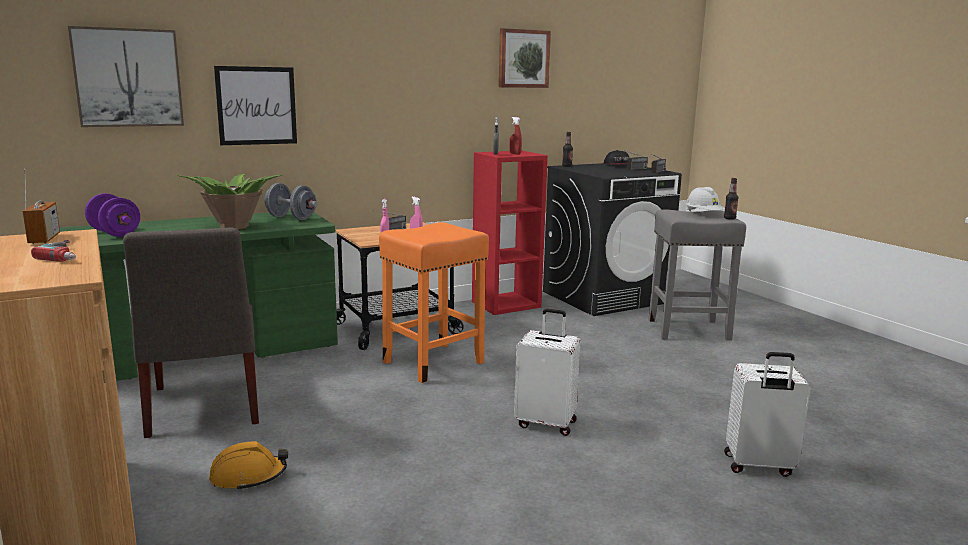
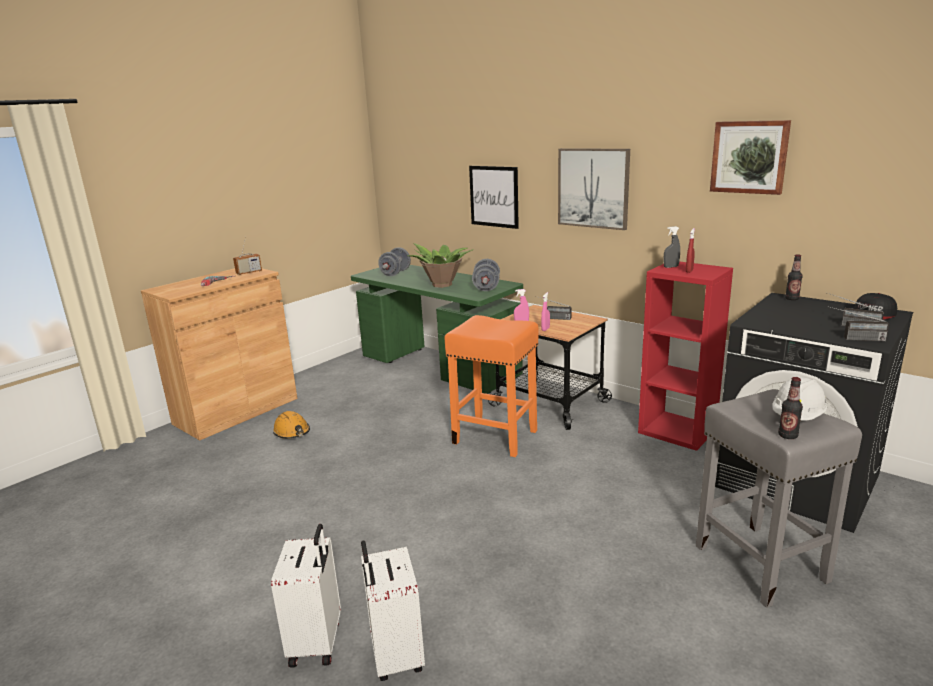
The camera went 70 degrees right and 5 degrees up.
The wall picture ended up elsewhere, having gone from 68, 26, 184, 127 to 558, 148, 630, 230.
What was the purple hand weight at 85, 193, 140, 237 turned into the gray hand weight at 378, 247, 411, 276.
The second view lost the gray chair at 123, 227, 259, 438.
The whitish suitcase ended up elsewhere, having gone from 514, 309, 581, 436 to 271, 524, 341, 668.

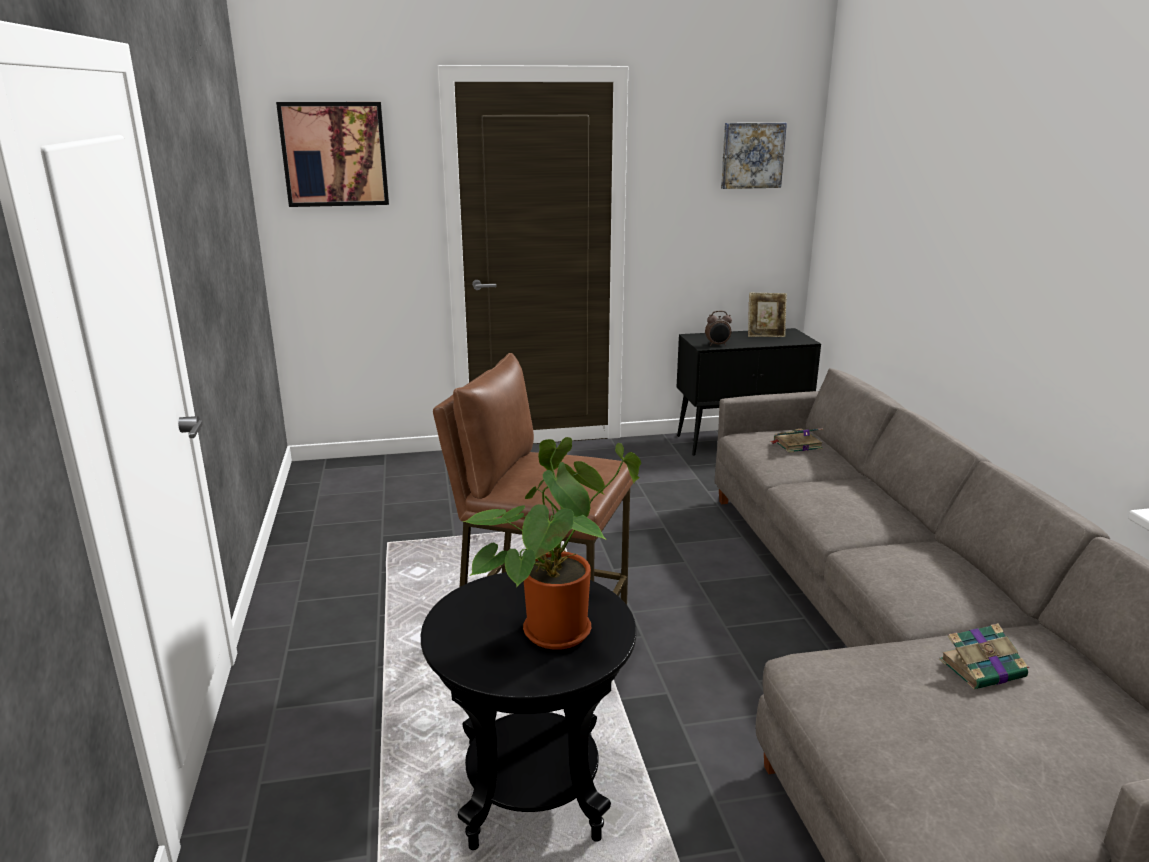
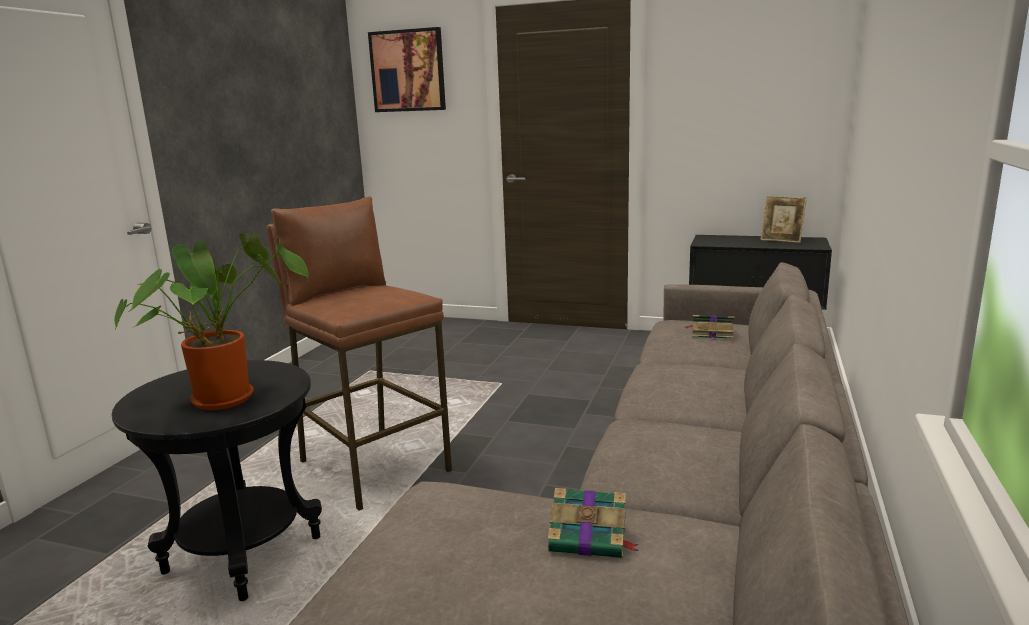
The camera went 30 degrees right and 5 degrees down.
The second view lost the bedside clock at 705, 311, 732, 346.
The second view lost the wall picture at 721, 123, 787, 189.

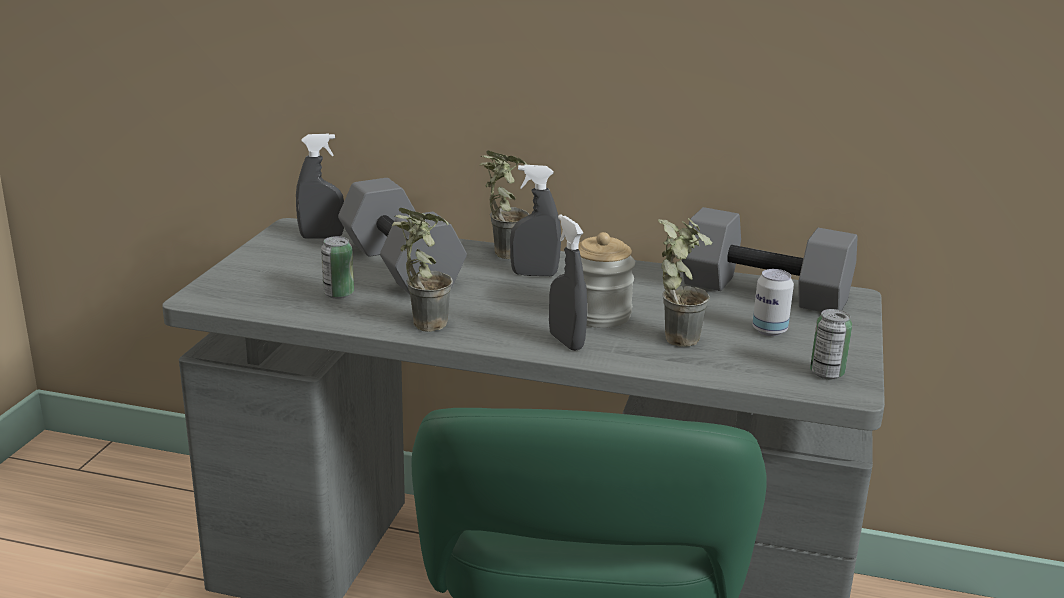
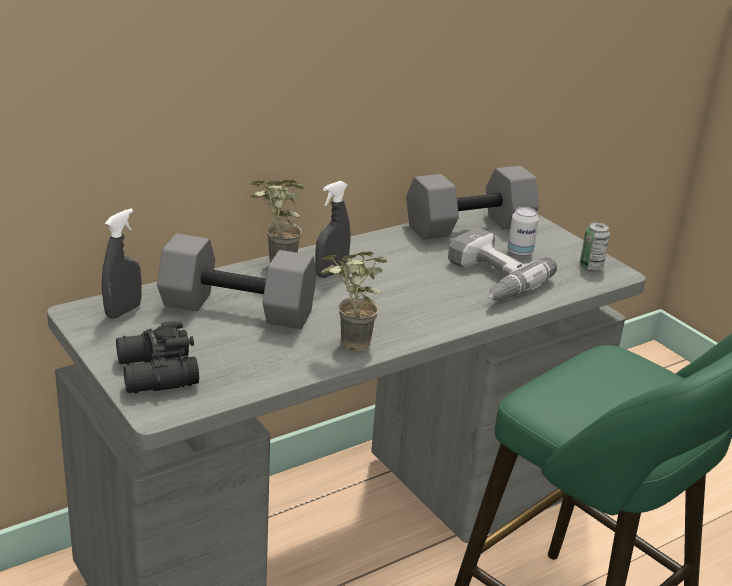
The camera went 50 degrees left and 5 degrees up.
The second view lost the can at 321, 236, 354, 299.
The second view lost the gray hand sprayer at 549, 215, 587, 351.
The second view lost the preserve jar at 578, 232, 635, 328.
Where the houseplant stood at 658, 217, 713, 347, the drill came to stand at 448, 228, 557, 301.
The second view gained the black-coloured pair of binoculars at 116, 321, 199, 393.

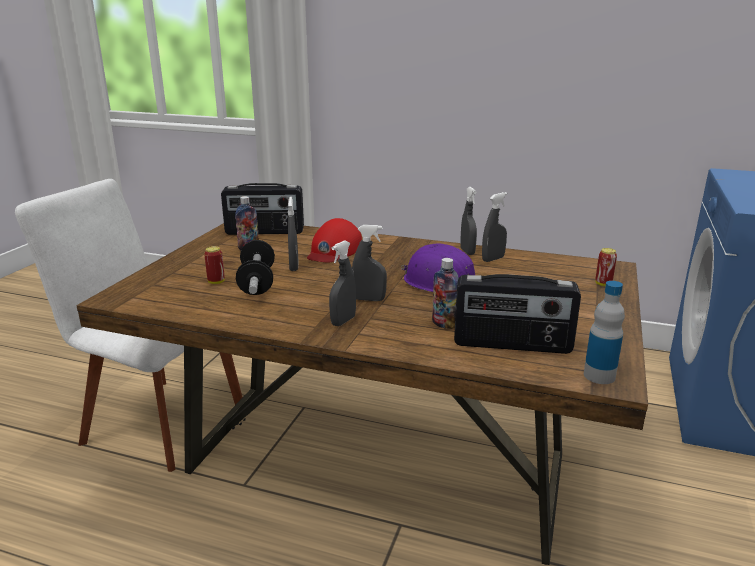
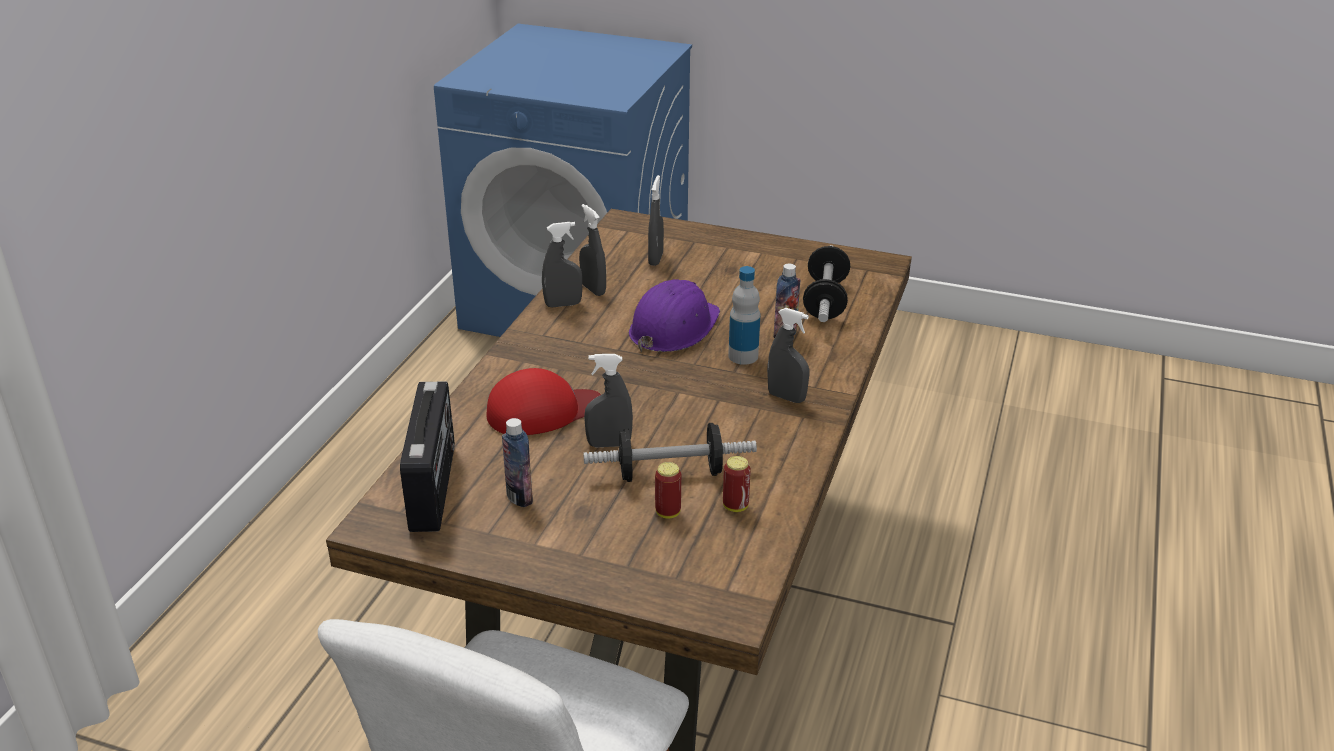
The camera went 90 degrees left and 10 degrees up.
The red peaked cap at 307, 218, 362, 262 ended up facing another way, 45 degrees counterclockwise from before.
The gray hand sprayer ended up elsewhere, having gone from 352, 225, 387, 301 to 648, 175, 664, 266.
Where the radio receiver stood at 454, 274, 581, 354, the hand weight came to stand at 803, 245, 850, 322.
The drink bottle ended up elsewhere, having gone from 584, 281, 625, 384 to 728, 266, 760, 365.
The can ended up elsewhere, having gone from 595, 248, 617, 286 to 723, 456, 751, 512.

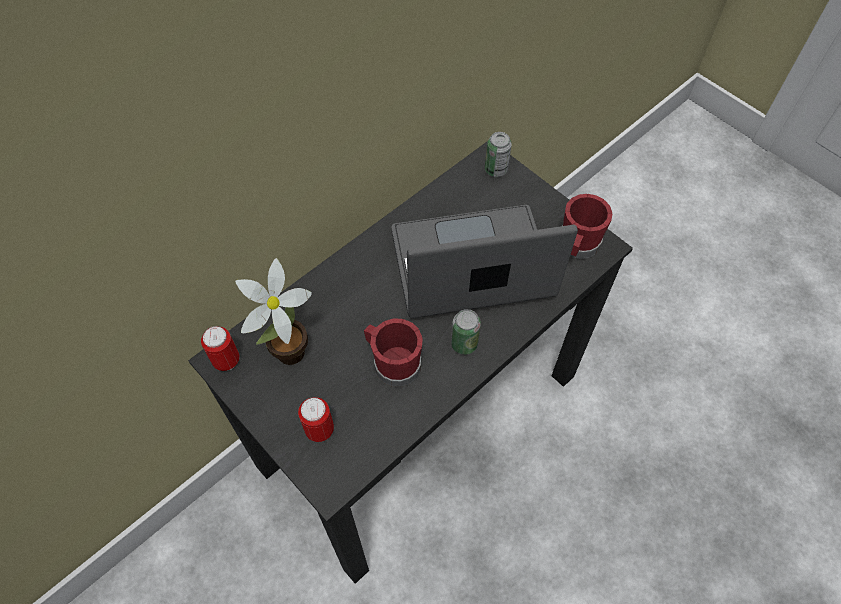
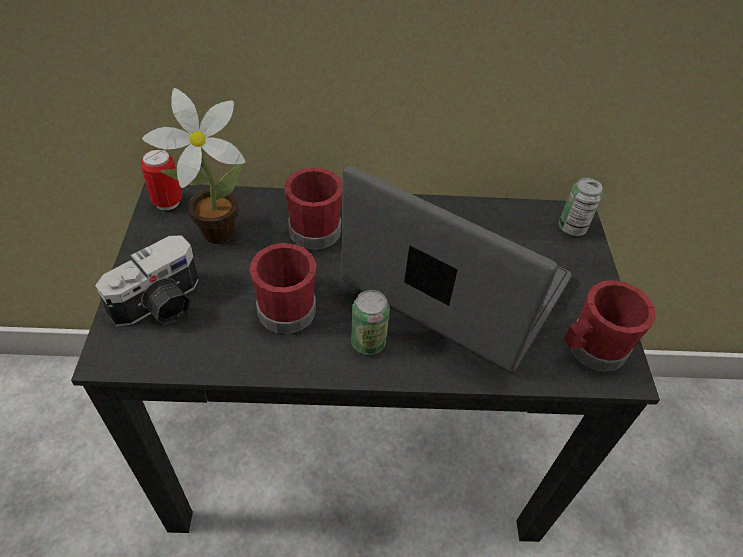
The camera went 40 degrees right and 10 degrees down.
Where the can stood at 298, 397, 334, 442, the photo camera came to stand at 95, 236, 199, 326.
The second view gained the red tea mug at 284, 168, 342, 250.

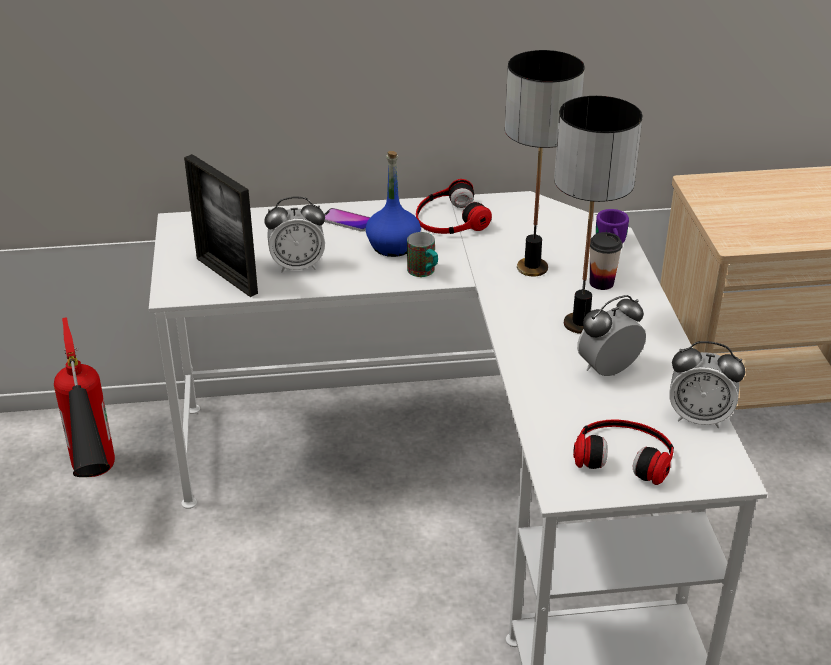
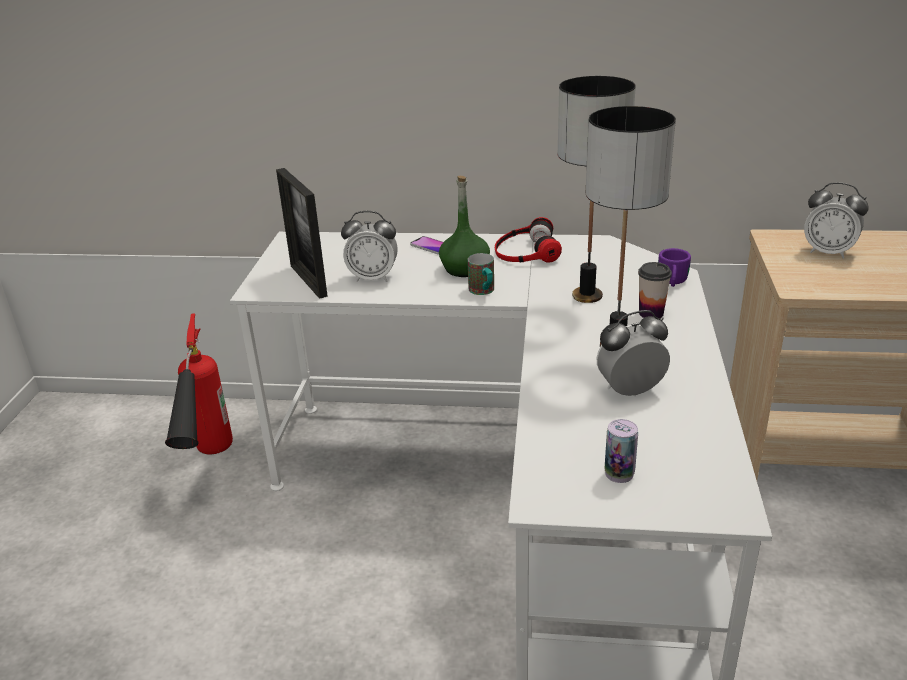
The camera went 15 degrees right and 5 degrees down.
What was the blue drink bottle at 365, 151, 421, 257 turned into the greenish drink bottle at 439, 176, 490, 277.
Where the headset stood at 573, 419, 674, 485, the can came to stand at 604, 419, 638, 483.
The bedside clock ended up elsewhere, having gone from 669, 341, 745, 428 to 804, 182, 869, 259.

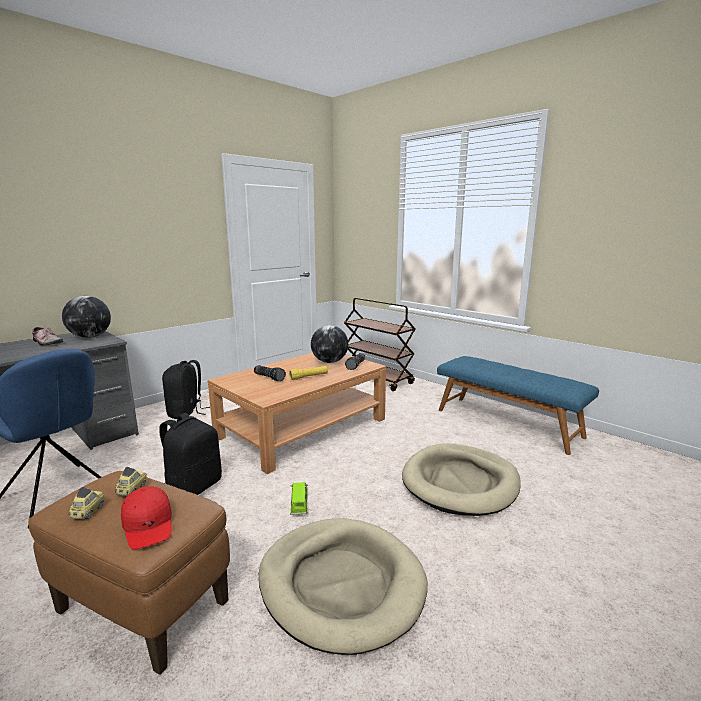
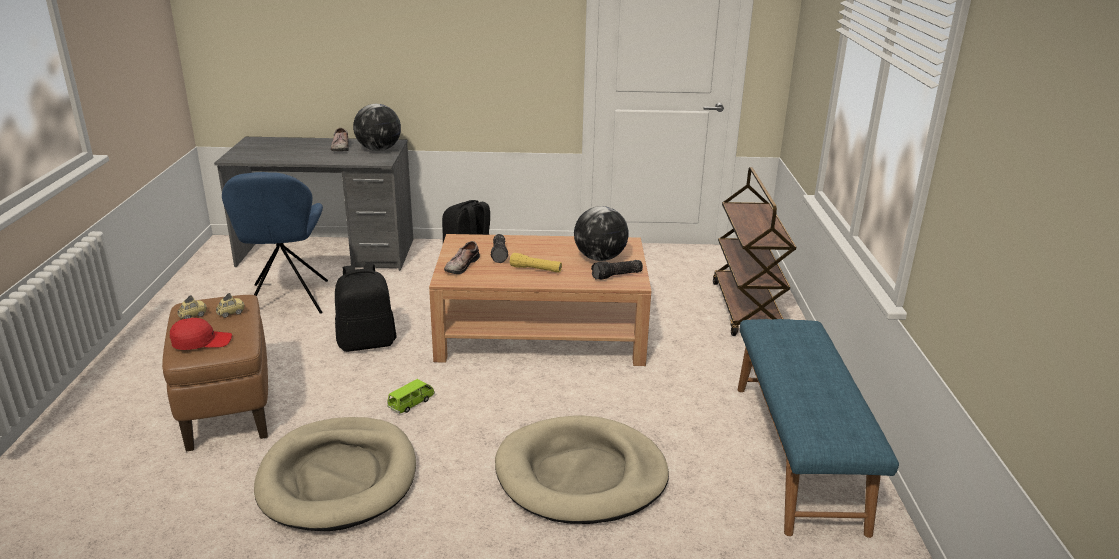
The camera went 45 degrees right and 10 degrees up.
The red peaked cap at 121, 486, 172, 550 ended up facing another way, 120 degrees counterclockwise from before.
The second view gained the shoe at 444, 241, 480, 274.

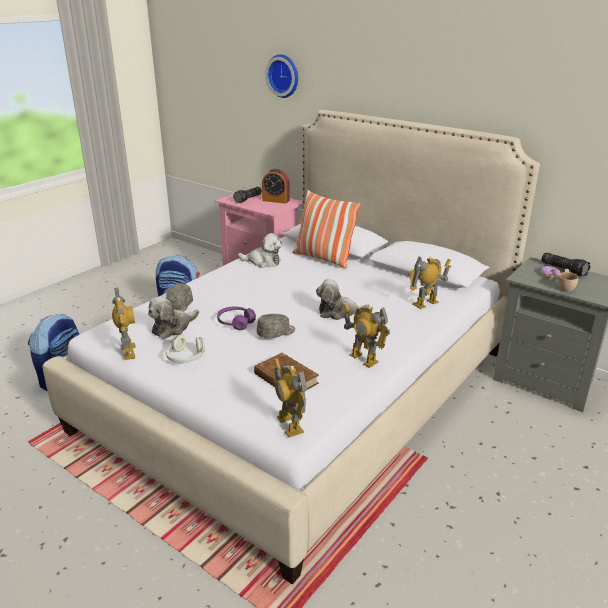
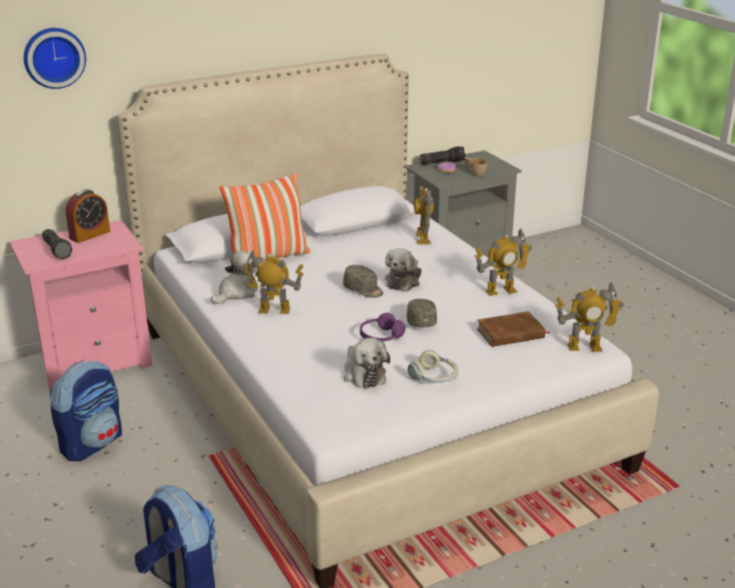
The camera went 65 degrees left and 0 degrees up.
The robot figure ended up elsewhere, having gone from 112, 287, 136, 360 to 241, 249, 304, 314.
The gray peaked cap ended up elsewhere, having gone from 166, 284, 193, 312 to 343, 265, 384, 298.

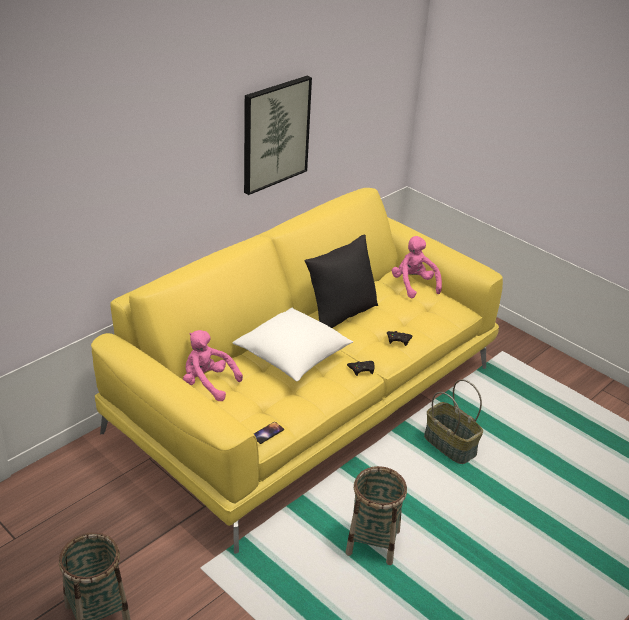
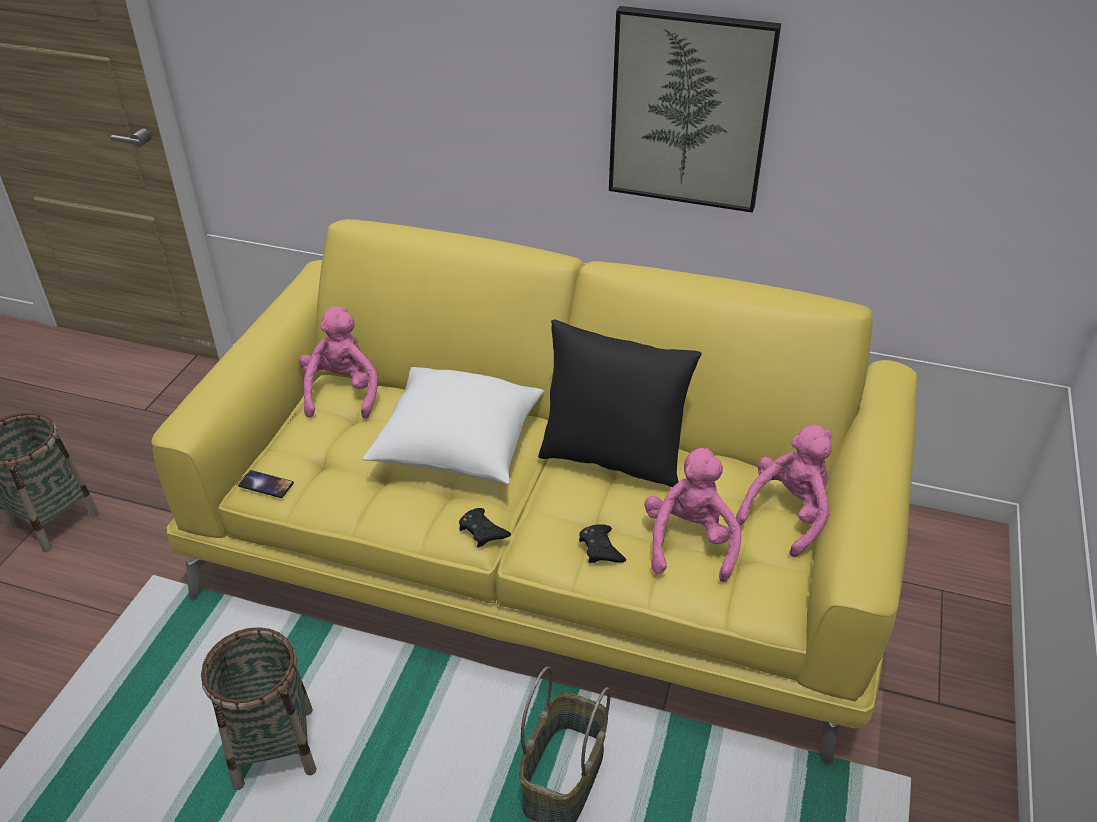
The camera went 65 degrees right and 5 degrees up.
The second view gained the pink plush toy at 644, 448, 741, 582.

